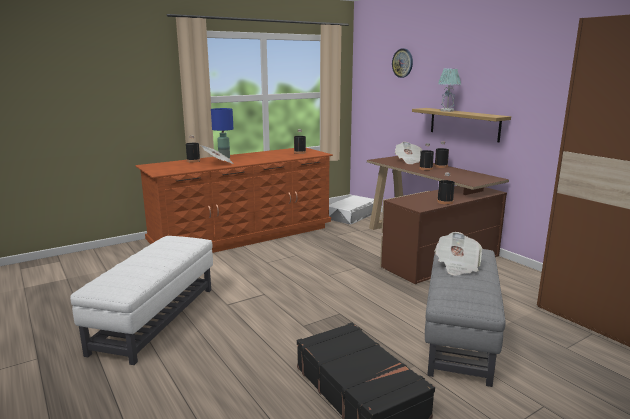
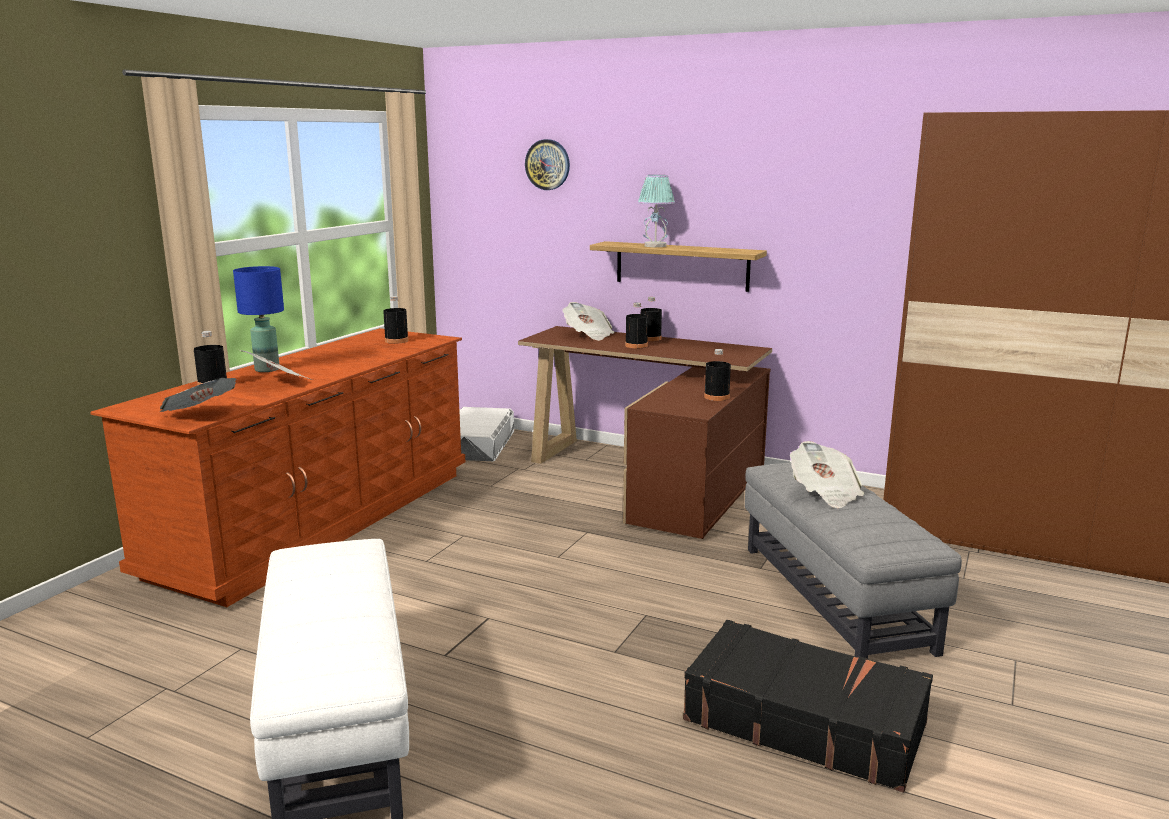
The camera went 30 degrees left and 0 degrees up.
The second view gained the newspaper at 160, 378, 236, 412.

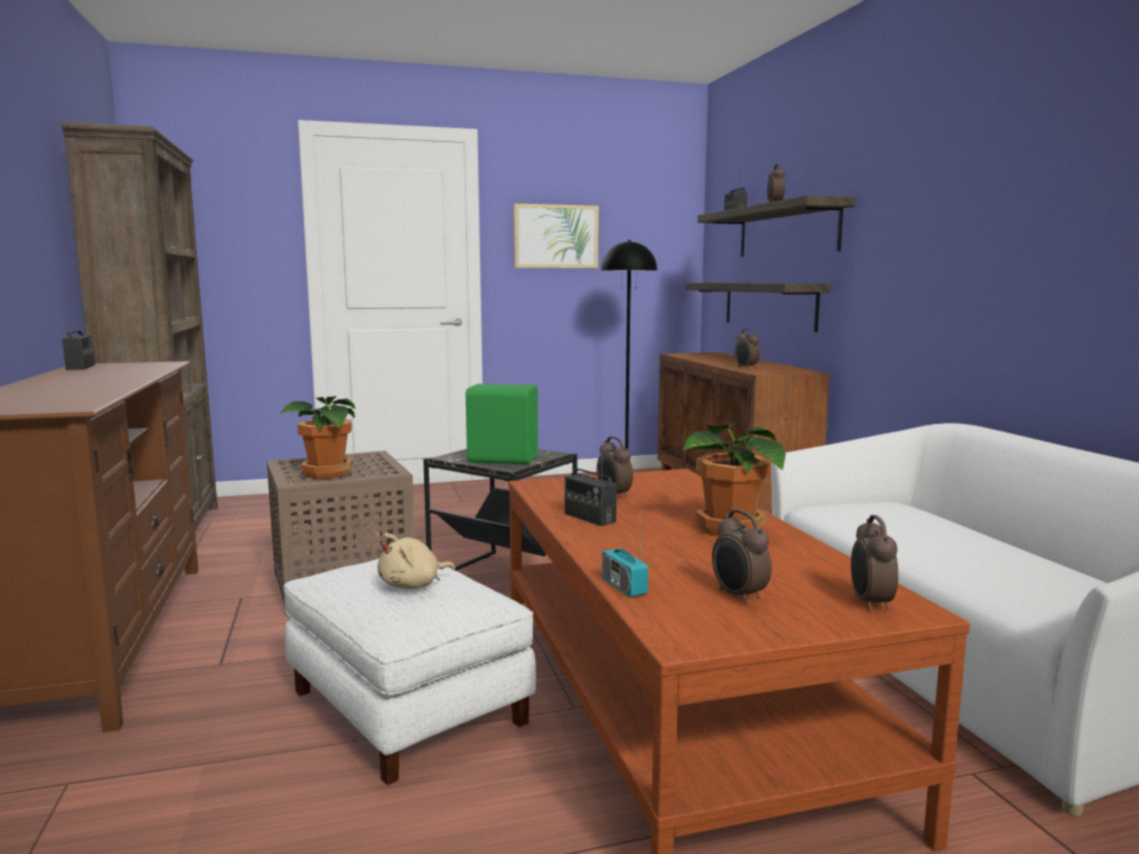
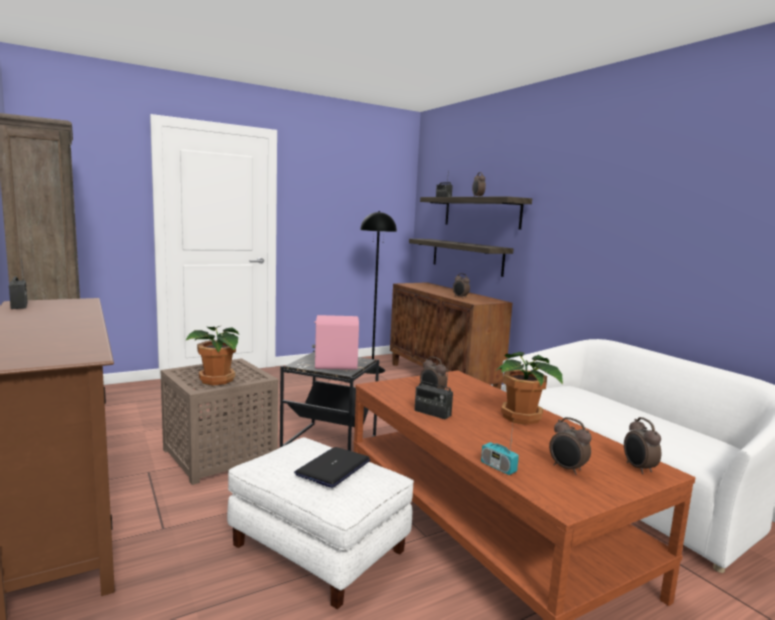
The camera went 15 degrees left and 0 degrees up.
Where the beige plush toy stood at 378, 533, 455, 589, the portable computer came to stand at 294, 447, 370, 488.
What was the greenish speaker at 466, 384, 538, 464 turned into the pink speaker at 312, 315, 359, 370.
The second view lost the wall picture at 514, 204, 599, 268.

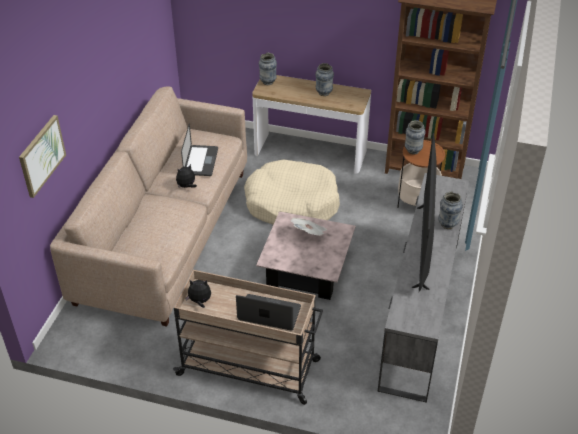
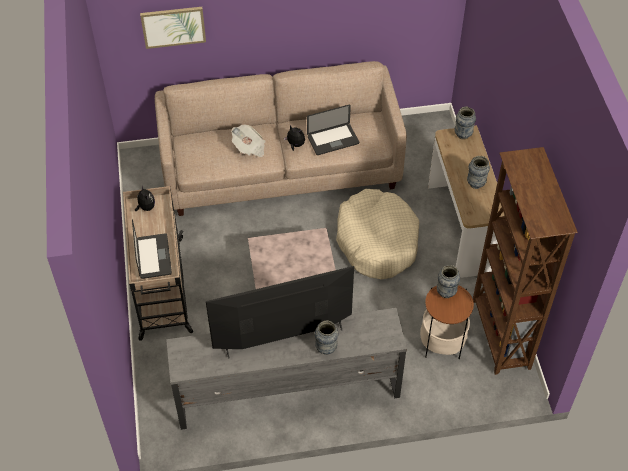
The camera went 65 degrees right and 10 degrees up.
The newspaper ended up elsewhere, having gone from 291, 218, 327, 236 to 231, 124, 266, 157.

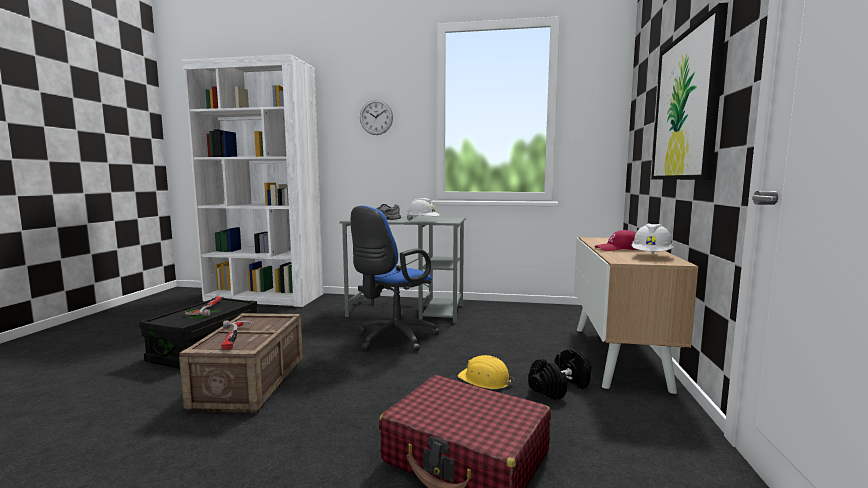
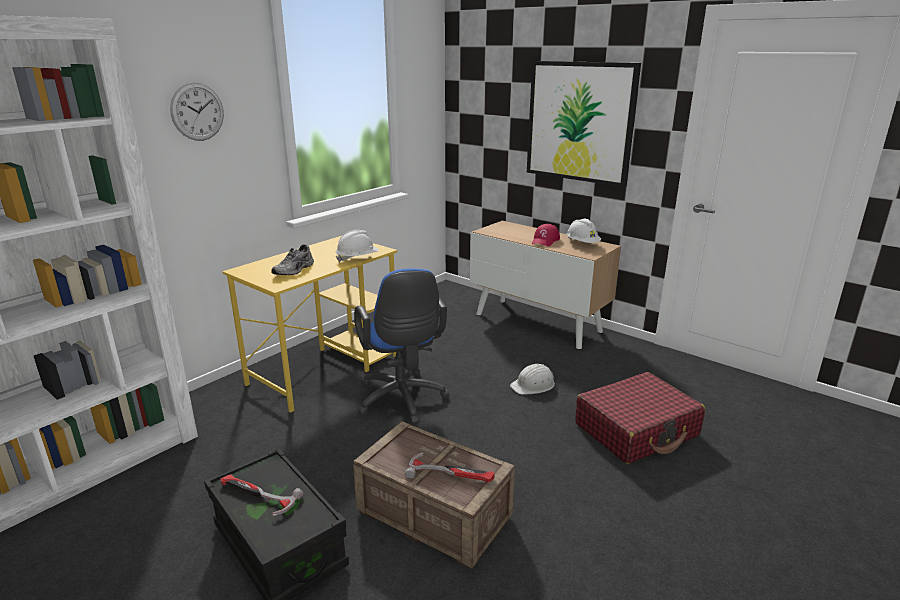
The camera went 60 degrees left and 15 degrees up.
What was the gray desk unit at 340, 217, 466, 323 turned into the yellow-coloured desk unit at 222, 236, 397, 413.
What was the yellow-coloured work helmet at 458, 355, 514, 389 turned into the whitish work helmet at 510, 364, 555, 395.
The second view lost the black-coloured hand weight at 528, 348, 591, 400.

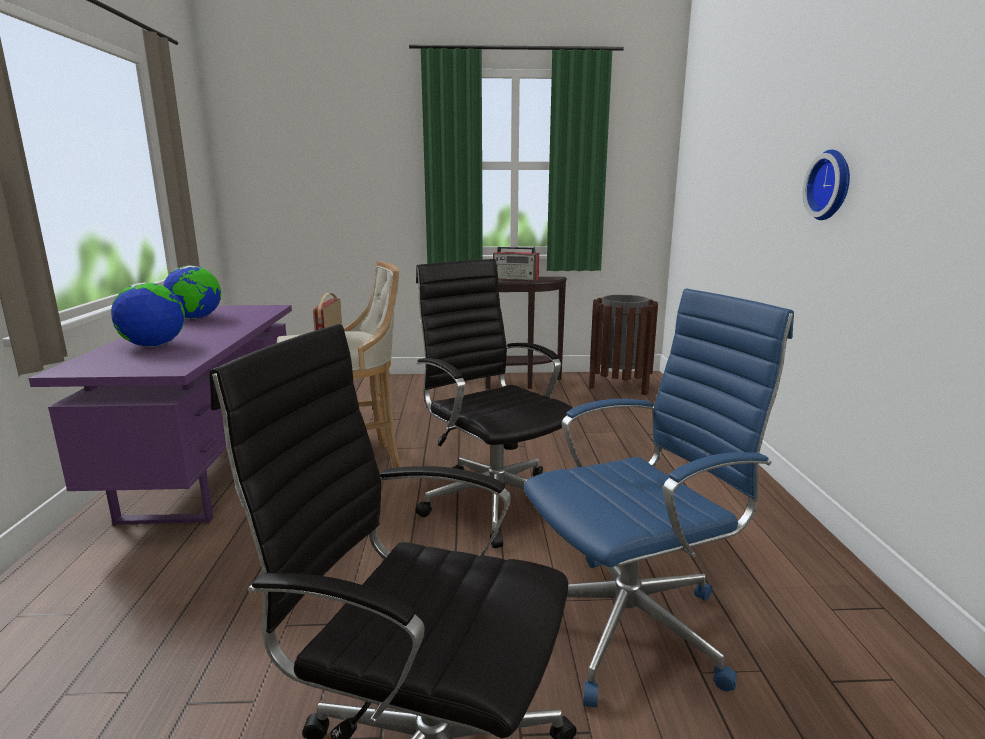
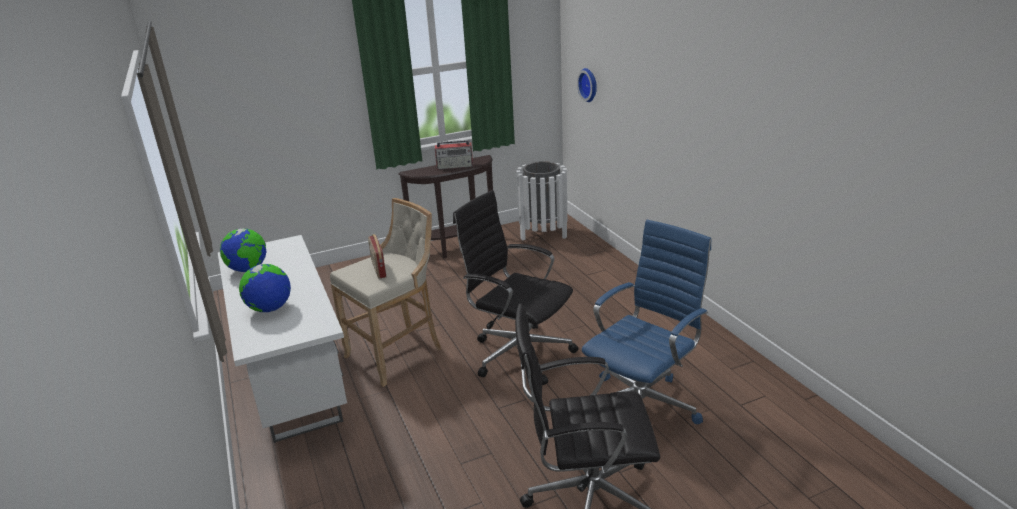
The camera went 20 degrees left and 10 degrees up.
What was the purple desk unit at 29, 305, 292, 525 turned into the whitish desk unit at 218, 235, 347, 443.
What was the brown trash can at 589, 295, 658, 395 turned into the whitish trash can at 516, 161, 568, 241.
The wall clock ended up elsewhere, having gone from 803, 150, 850, 220 to 577, 68, 597, 102.

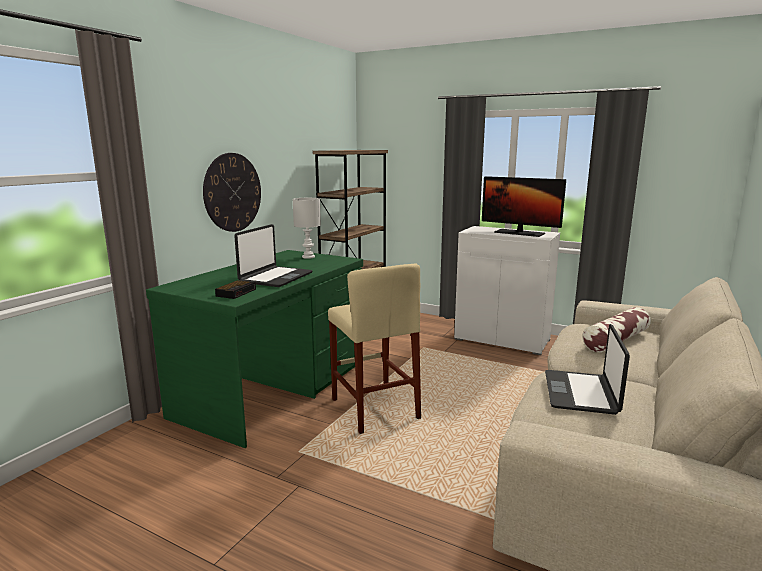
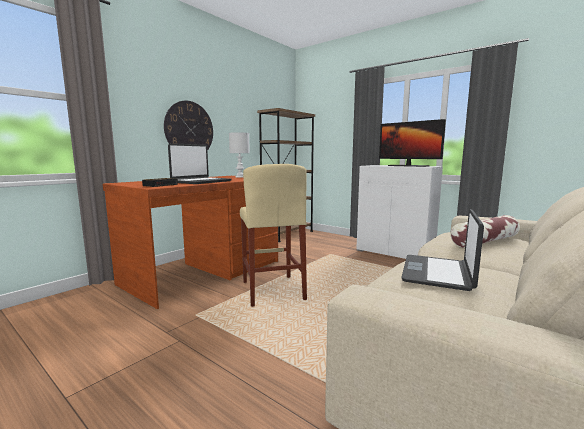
The camera went 10 degrees right and 5 degrees down.
What was the greenish desk unit at 146, 250, 363, 448 turned into the brown desk unit at 103, 176, 278, 309.

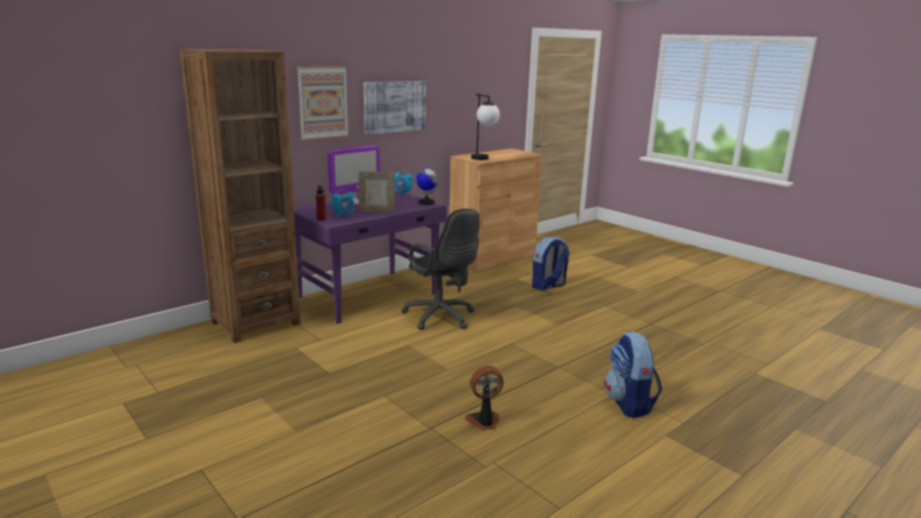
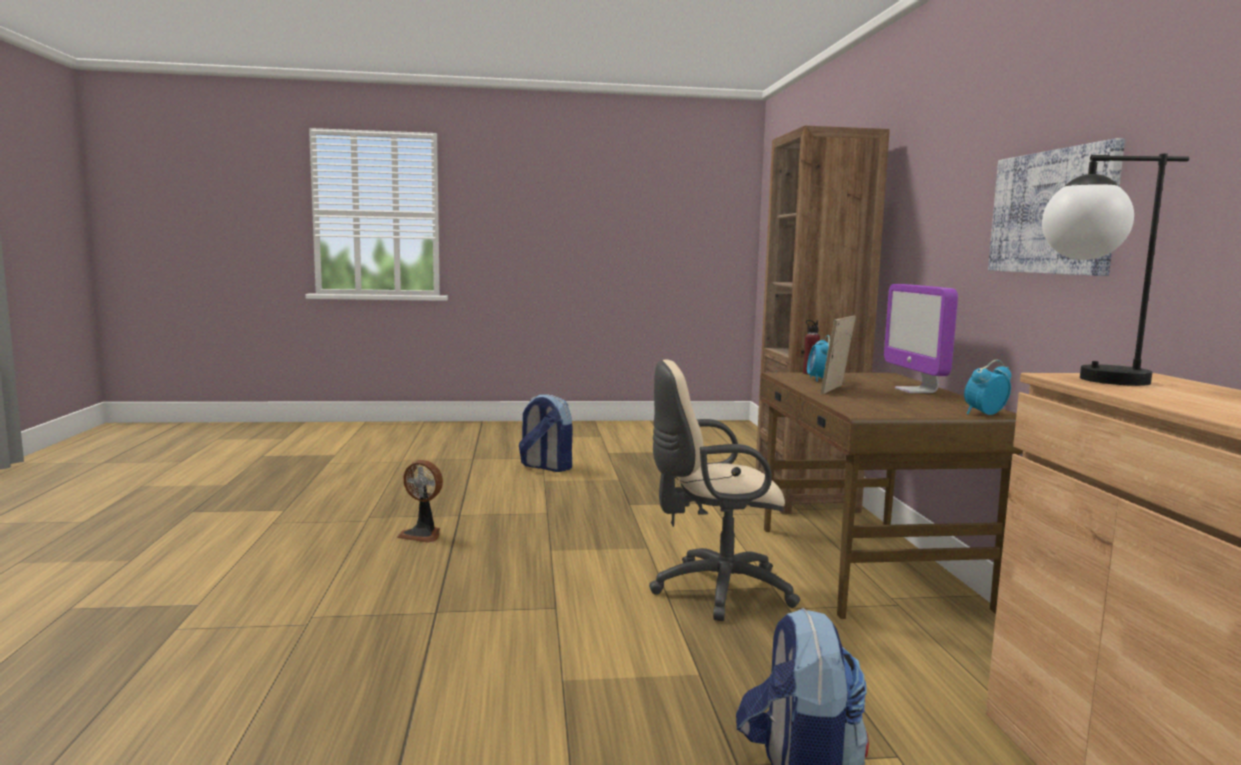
The camera went 125 degrees right and 10 degrees down.
What was the purple desk unit at 294, 191, 447, 324 turned into the brown desk unit at 760, 372, 1023, 619.
The second view lost the wall picture at 297, 66, 349, 140.
What was the black-coloured office chair at 401, 209, 480, 330 turned into the beige office chair at 649, 360, 800, 621.
The second view lost the globe at 416, 167, 439, 205.
The fan at 465, 366, 504, 430 ended up facing another way, 90 degrees clockwise from before.
The backpack ended up elsewhere, having gone from 604, 331, 662, 418 to 519, 394, 572, 472.

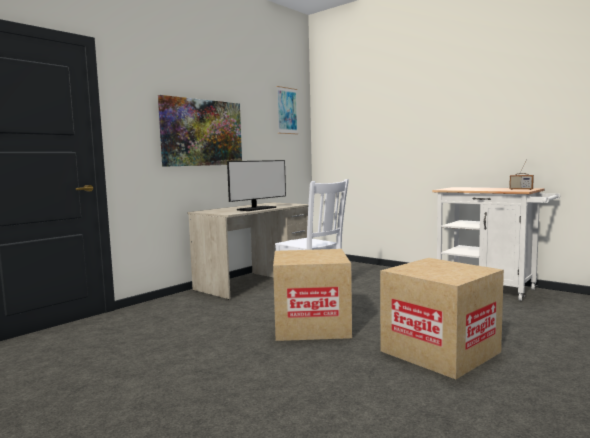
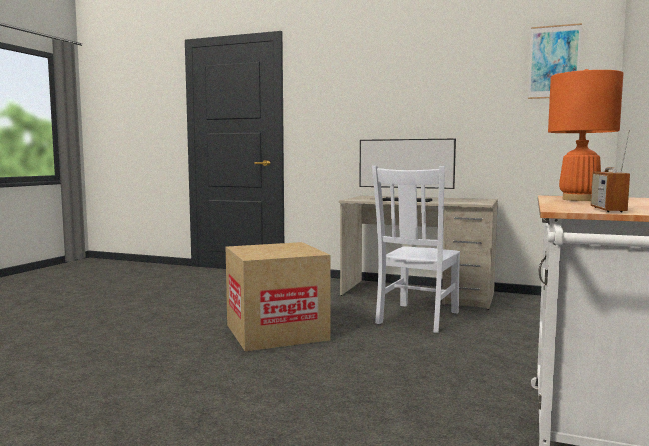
The camera went 70 degrees right and 0 degrees up.
The second view lost the wall picture at 158, 95, 242, 167.
The second view lost the carton at 380, 258, 504, 379.
The second view gained the orange tabletop lamp at 548, 69, 624, 201.

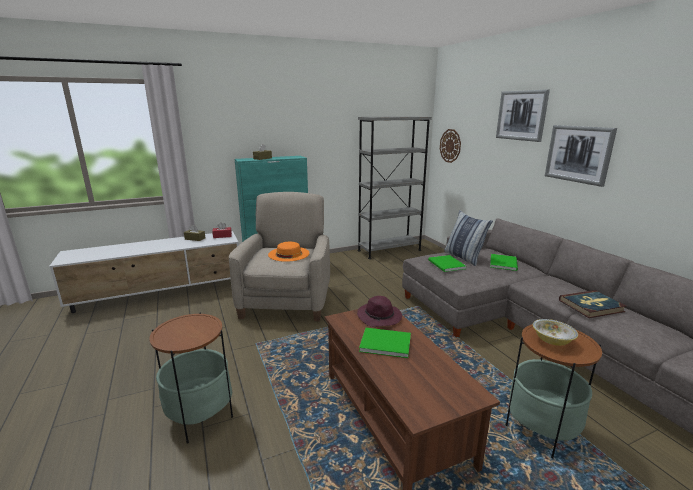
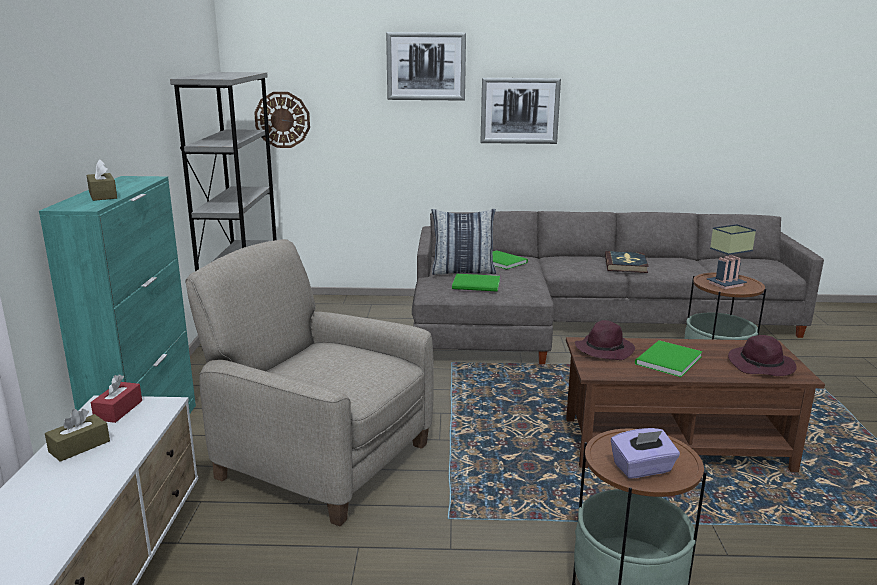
The camera went 65 degrees left and 0 degrees up.
The second view lost the orange hat at 268, 242, 309, 262.
Where the bowl stood at 533, 319, 578, 346, the tabletop lamp came to stand at 707, 224, 756, 289.
The second view gained the purple tissue box at 611, 428, 680, 479.
The second view gained the purple hat at 728, 335, 797, 376.

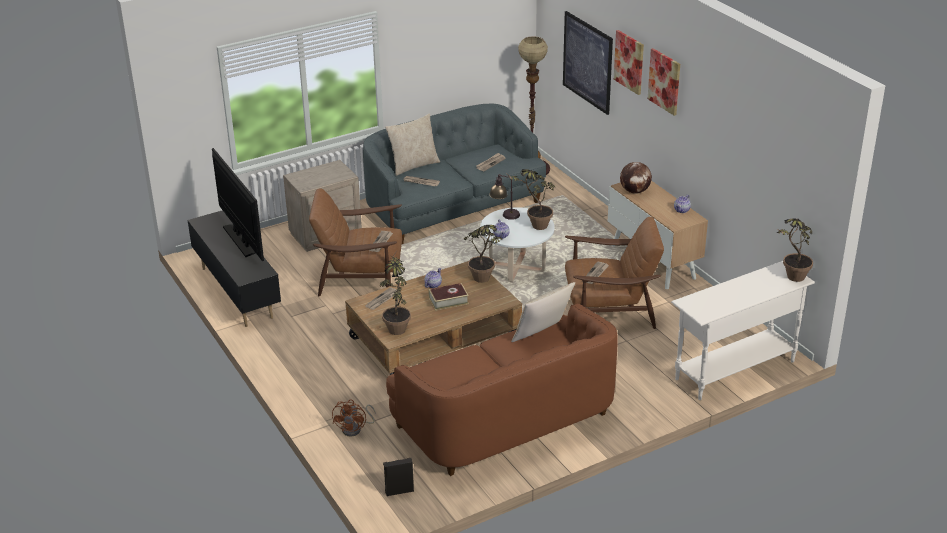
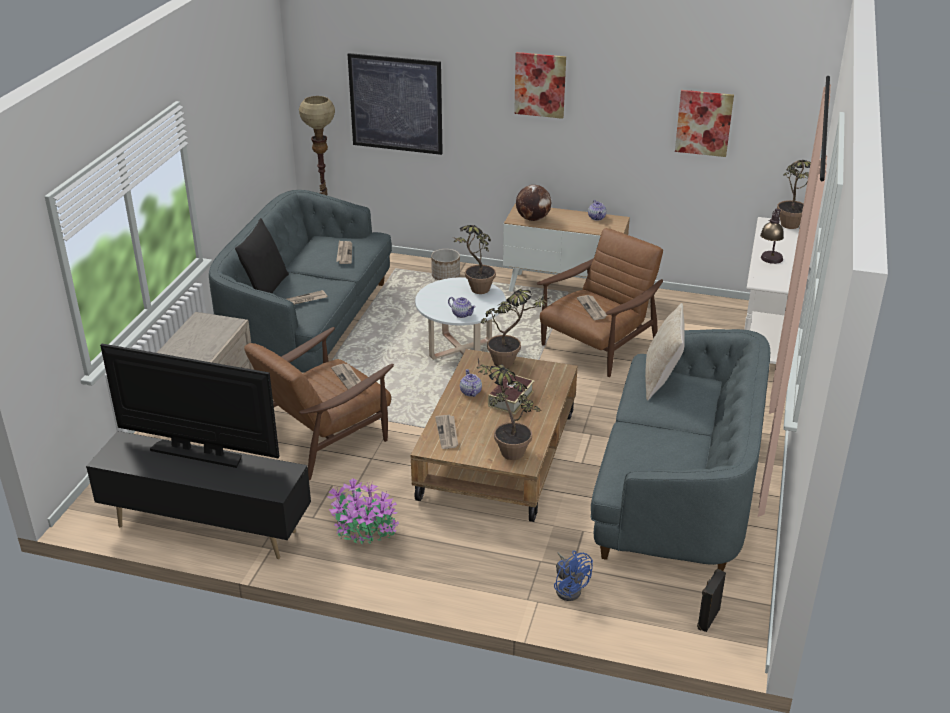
The camera went 45 degrees left and 0 degrees up.
What was the brown fan at 332, 400, 375, 437 turned into the blue fan at 554, 551, 593, 601.
What was the beige cushion at 385, 113, 440, 176 turned into the black-coloured cushion at 235, 218, 289, 293.
What was the brown sofa at 386, 303, 618, 476 turned into the gray sofa at 591, 329, 770, 571.
The tabletop lamp ended up elsewhere, having gone from 489, 174, 520, 220 to 760, 208, 784, 264.
The wall picture ended up elsewhere, having gone from 614, 30, 644, 95 to 675, 90, 734, 157.
The second view gained the houseplant at 327, 479, 399, 545.
The second view gained the flower pot at 431, 249, 460, 280.

